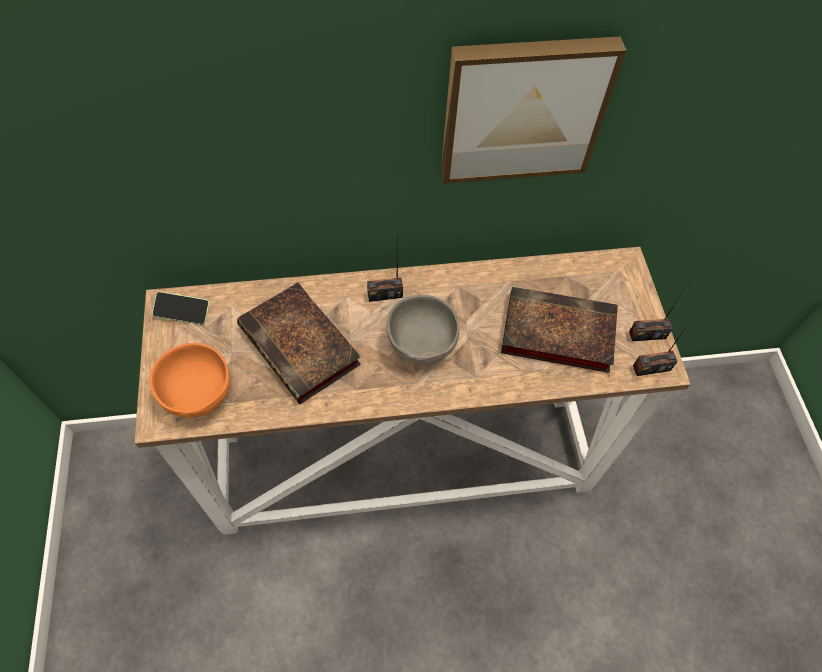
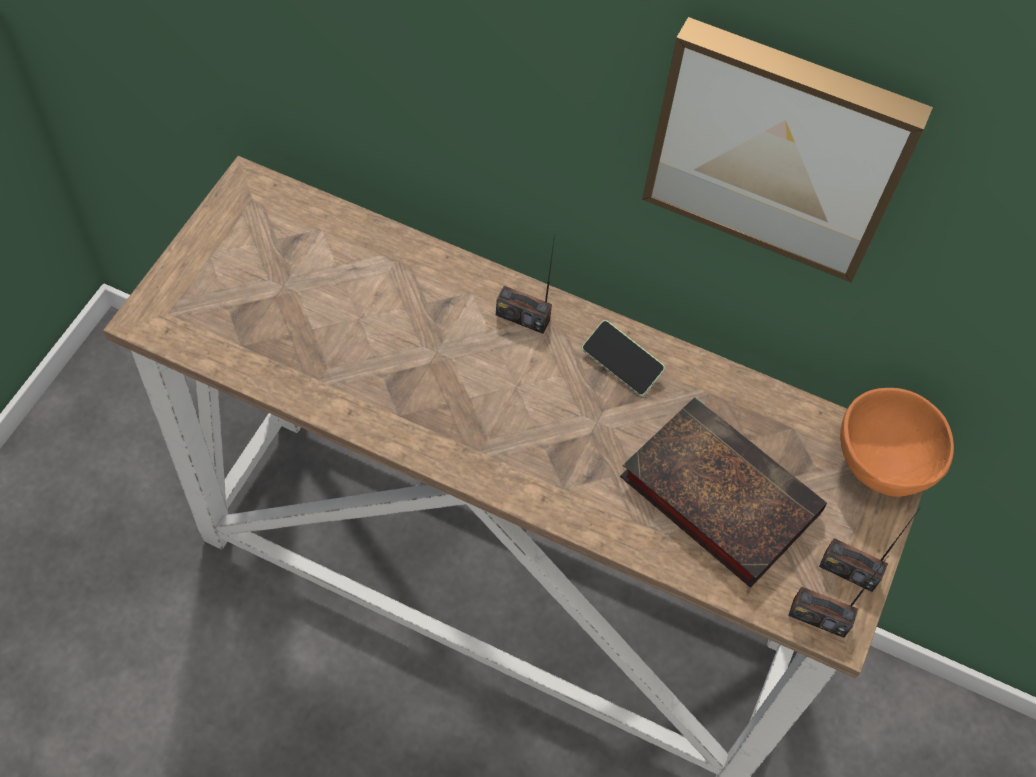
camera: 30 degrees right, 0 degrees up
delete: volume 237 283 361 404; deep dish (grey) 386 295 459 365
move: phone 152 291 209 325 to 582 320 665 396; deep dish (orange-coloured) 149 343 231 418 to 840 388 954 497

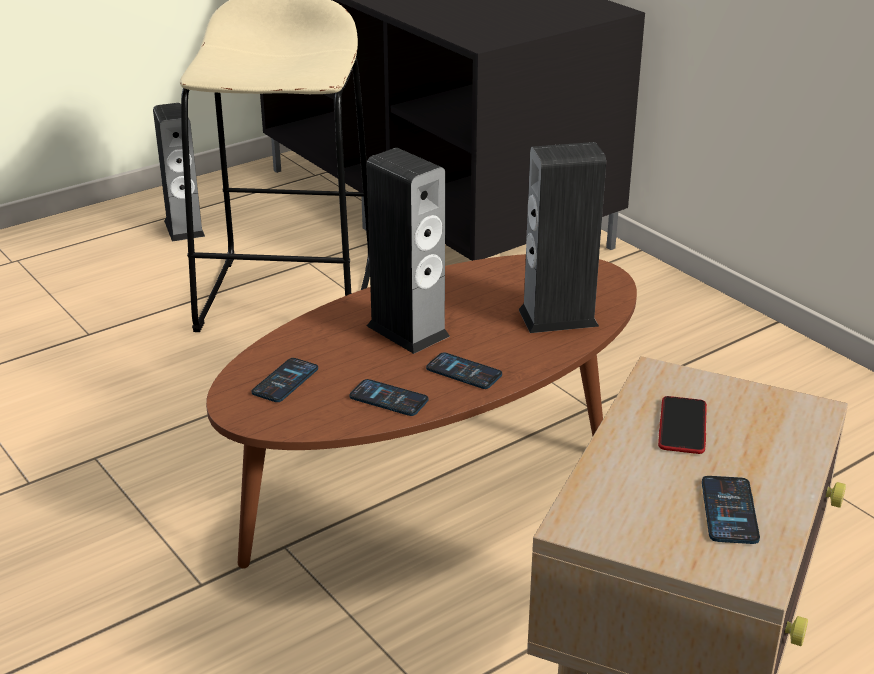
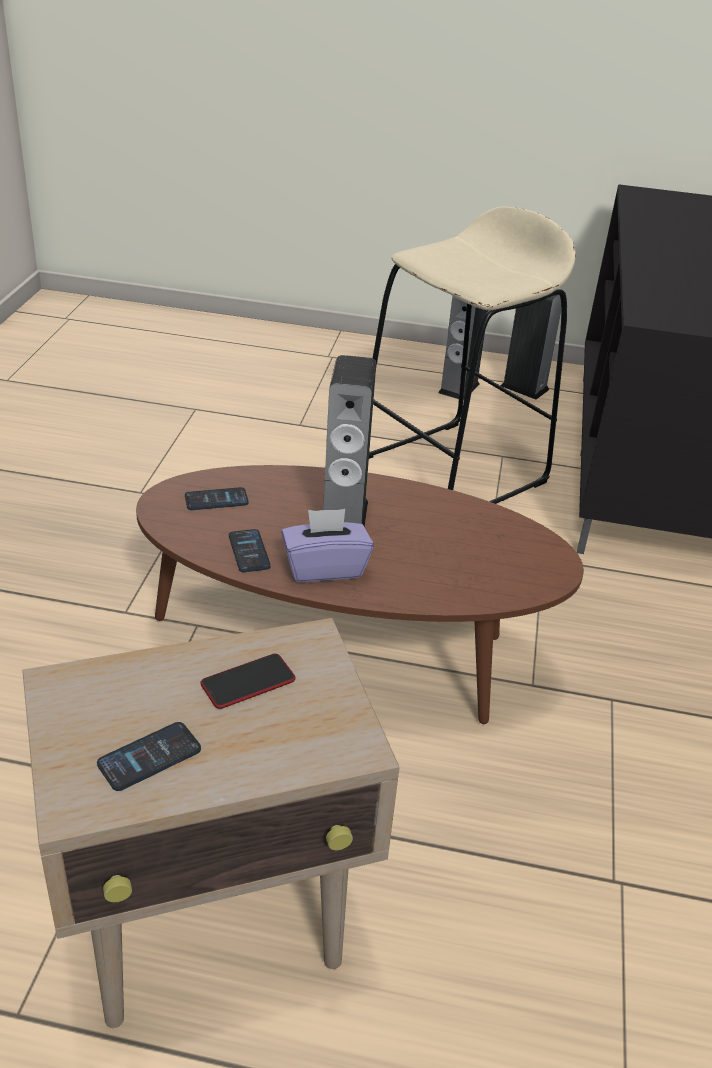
camera: 45 degrees right, 5 degrees up
move: loudspeaker 518 142 606 333 to 501 295 561 400
replace: phone 426 353 502 389 to tissue holder (purple-coloured) 281 509 374 582

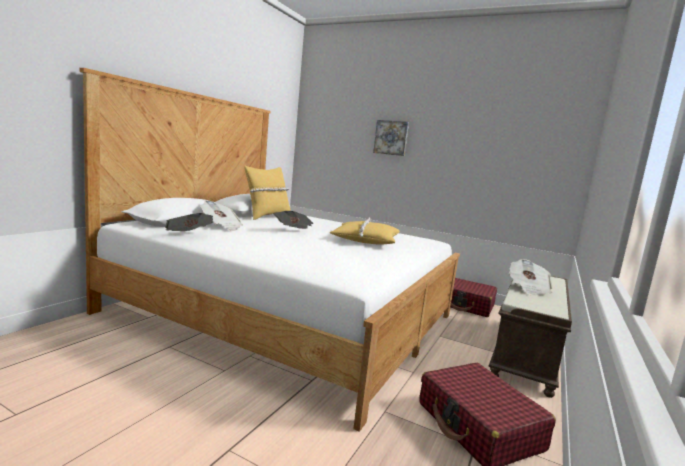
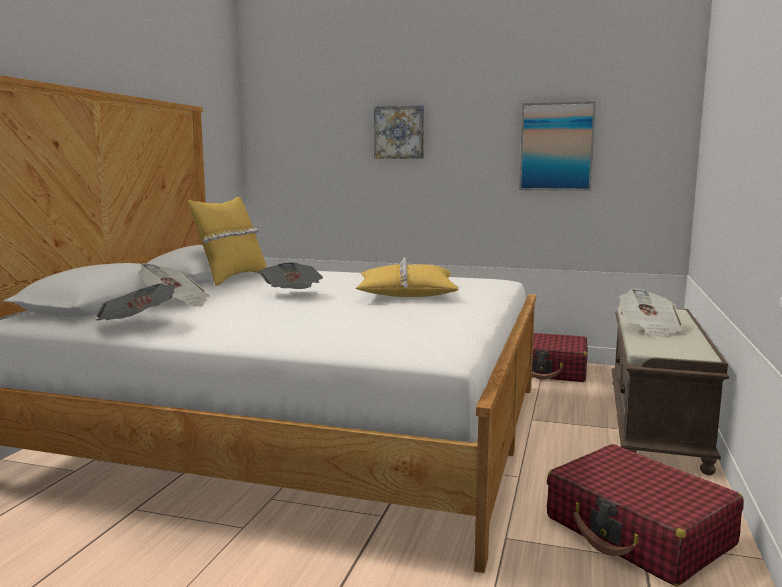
camera: 10 degrees left, 0 degrees up
insert: wall art 519 101 596 191

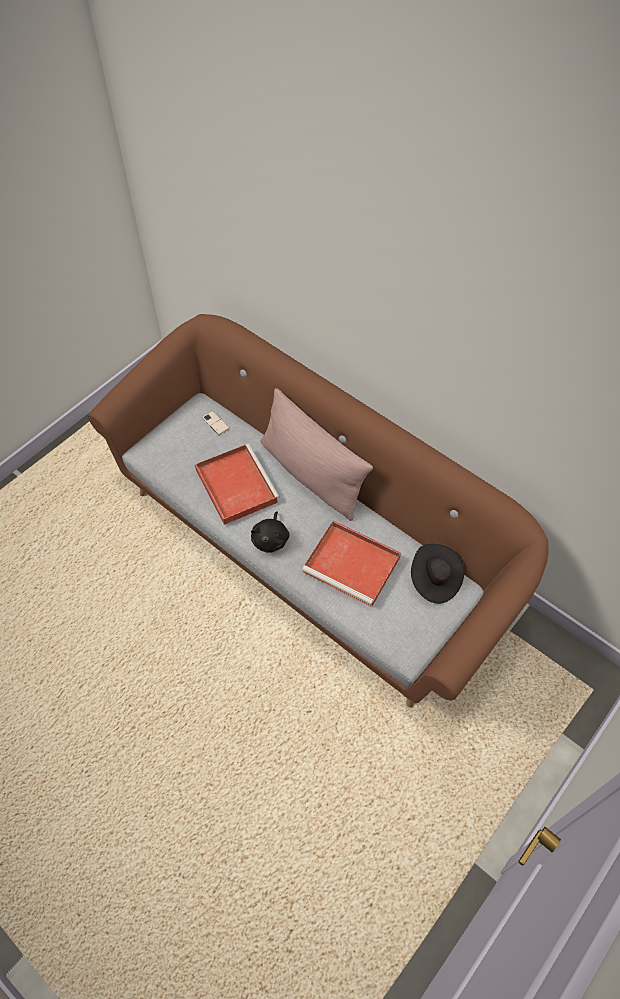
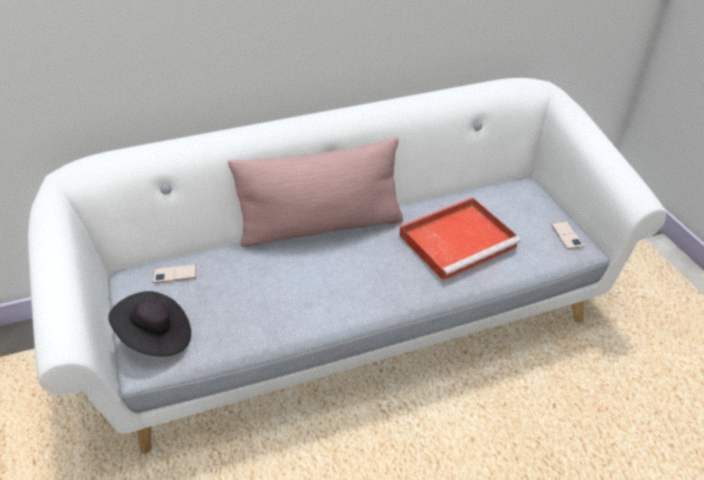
camera: 60 degrees left, 15 degrees down
delete: tray (reddish) 195 444 280 525; plush toy (black-coloured) 251 511 290 553
insert: phone 551 221 584 249
move: wearable hat (black-coloured) 411 544 464 604 to 108 291 191 356
recolor: settee (brown-coloured) 88 314 549 708 to settee (white) 28 78 666 454

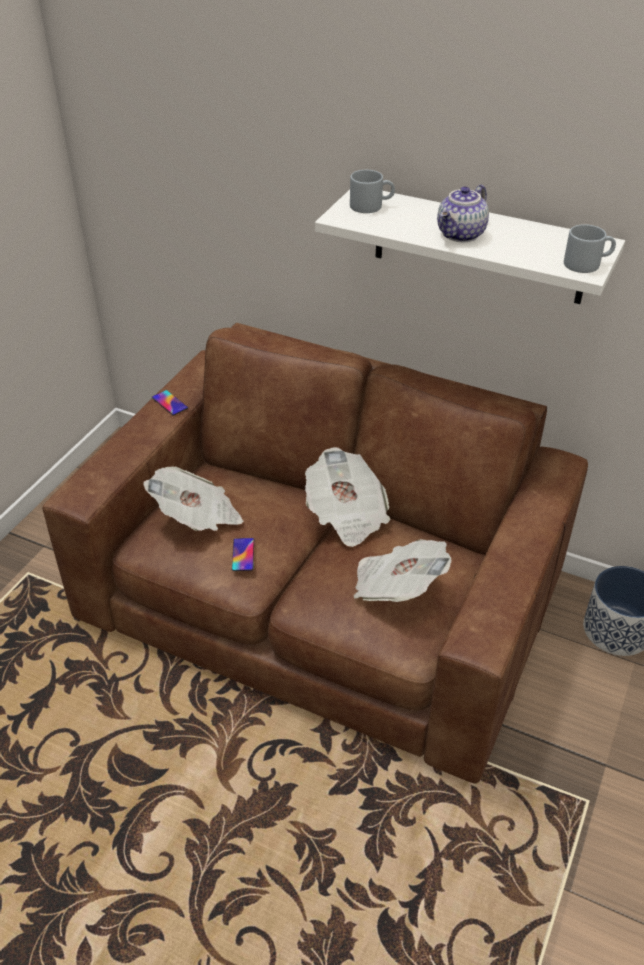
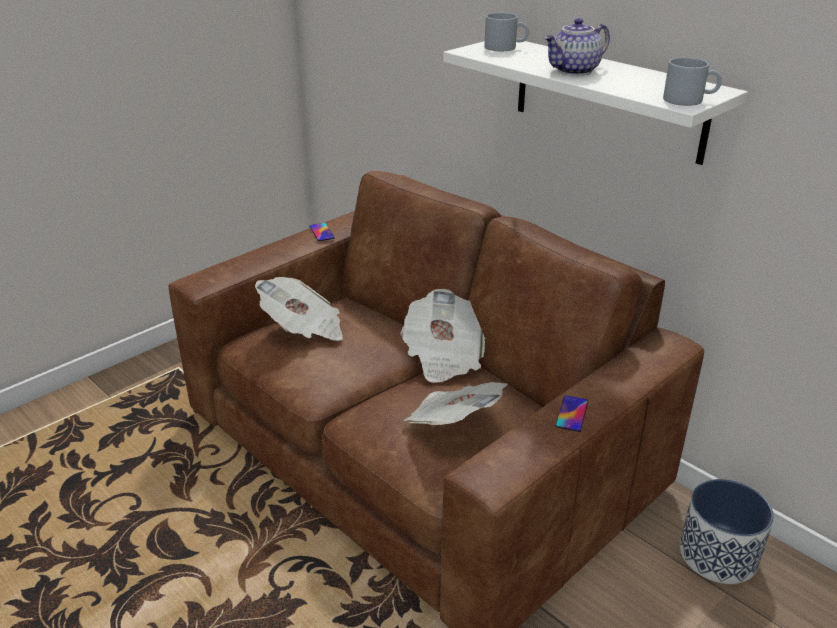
camera: 20 degrees right, 10 degrees down
move: phone 232 538 254 571 to 556 395 588 432

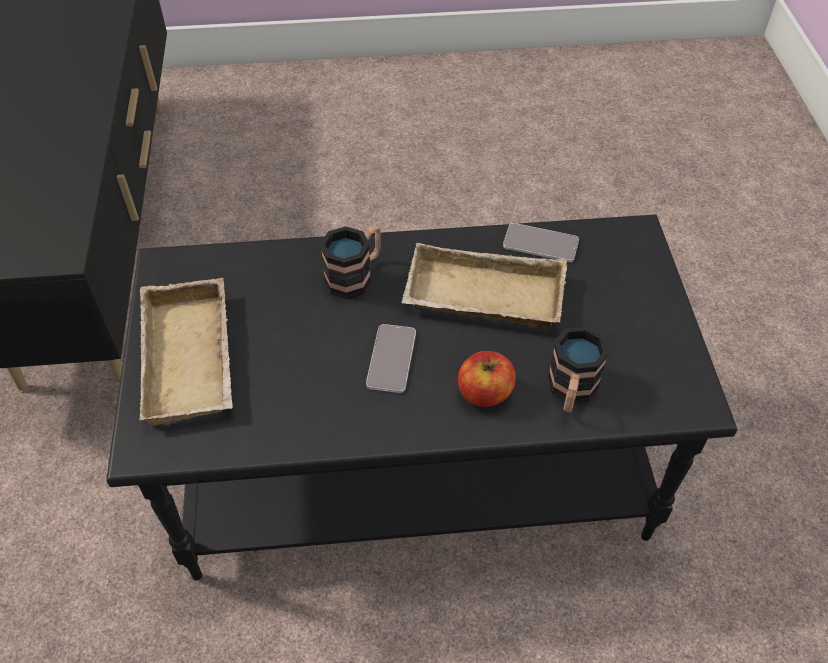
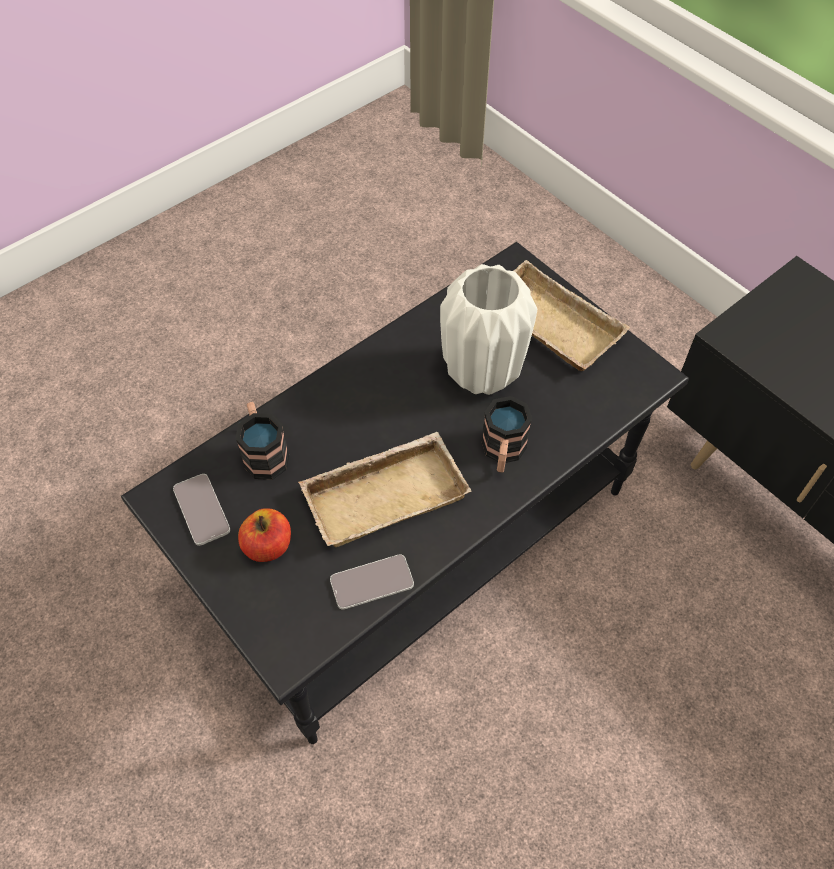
camera: 145 degrees right, 5 degrees up
insert: vase (white) 440 264 537 395
move: phone 366 324 416 393 to 173 474 230 546; whole apple 458 351 516 407 to 238 508 291 562

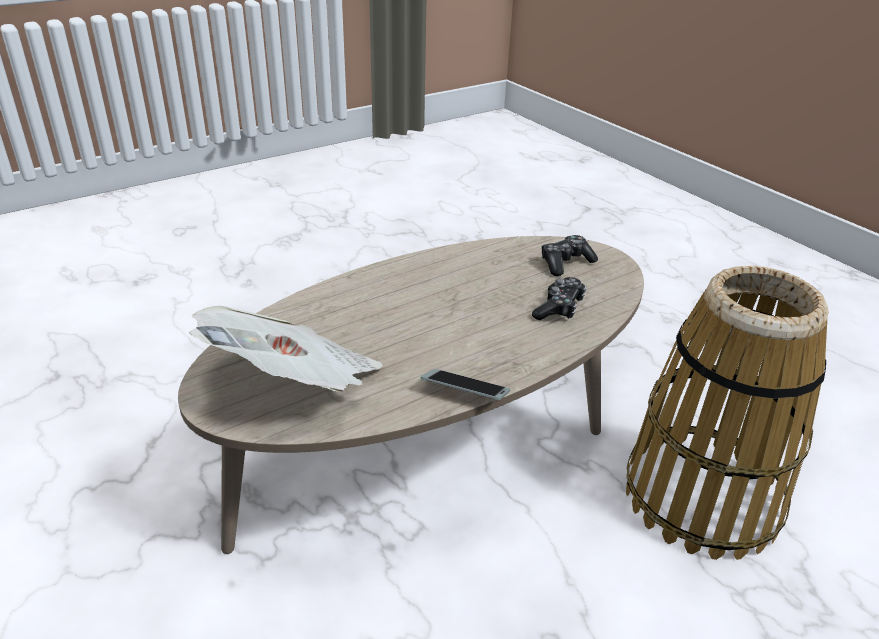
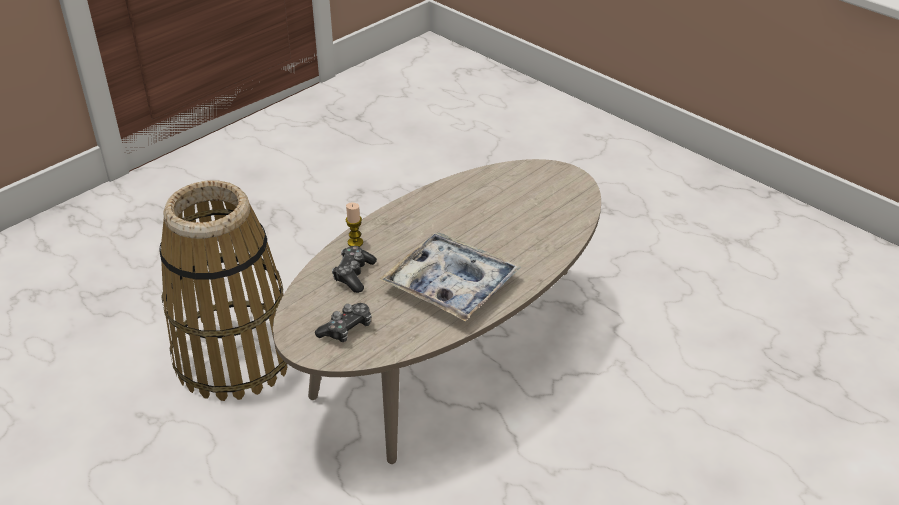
camera: 170 degrees right, 5 degrees up
delete: printed paper 189 306 383 392; phone 421 369 510 400
insert: wax light 346 202 363 247; tray 379 232 521 322

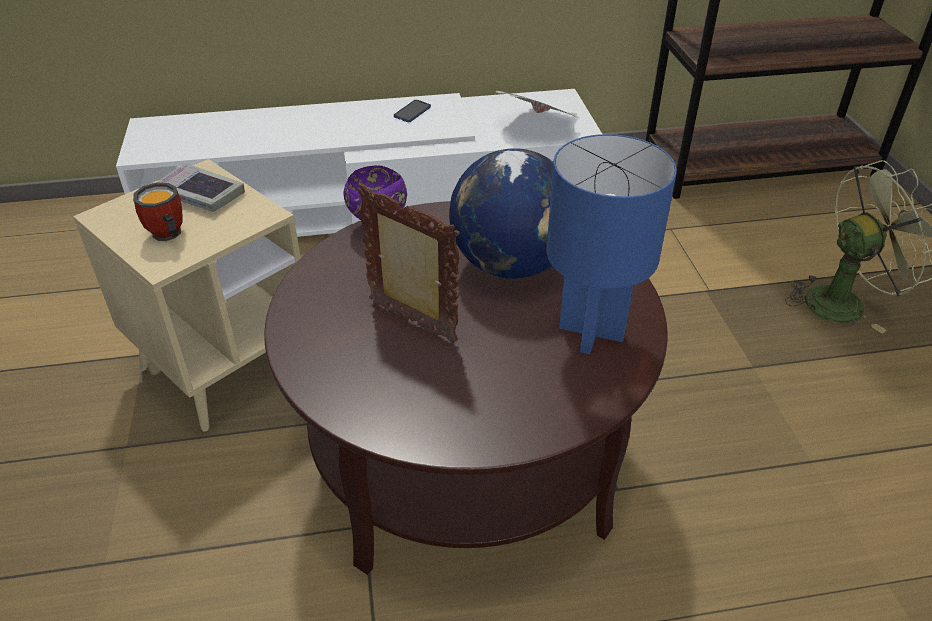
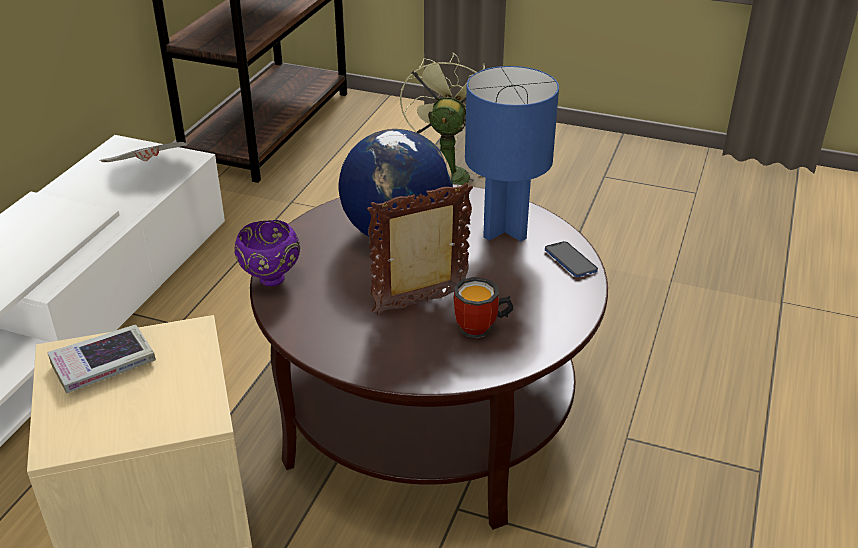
camera: 60 degrees left, 5 degrees down
move: phone 394 100 431 122 to 545 241 598 277; mug 133 183 182 241 to 454 277 514 338

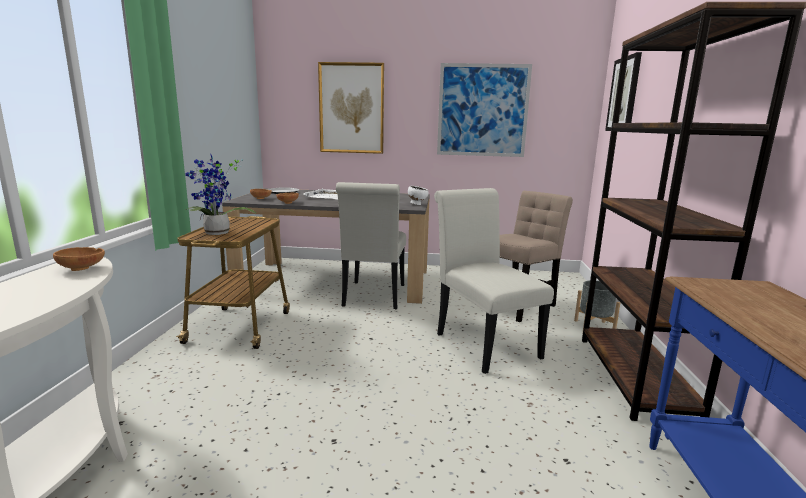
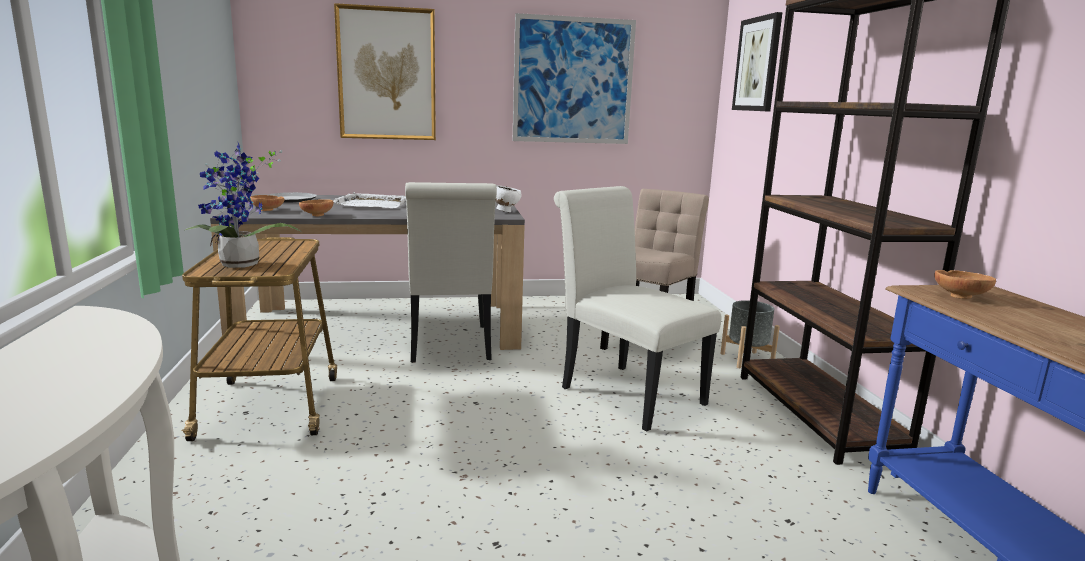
camera: 15 degrees left, 0 degrees up
move: deep dish (brown-coloured) 53 247 105 271 to 934 270 996 299

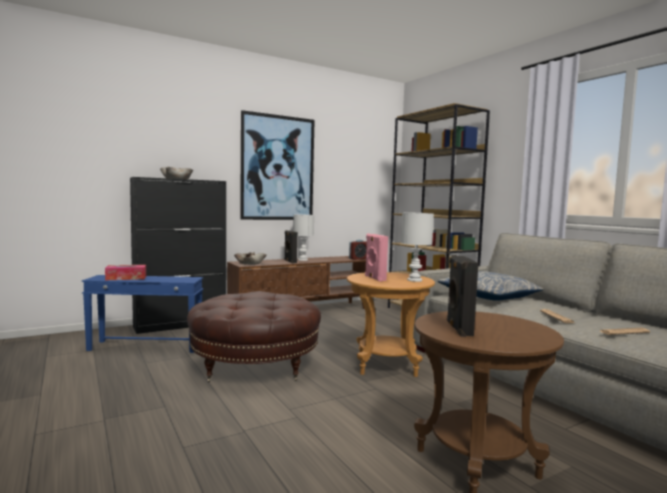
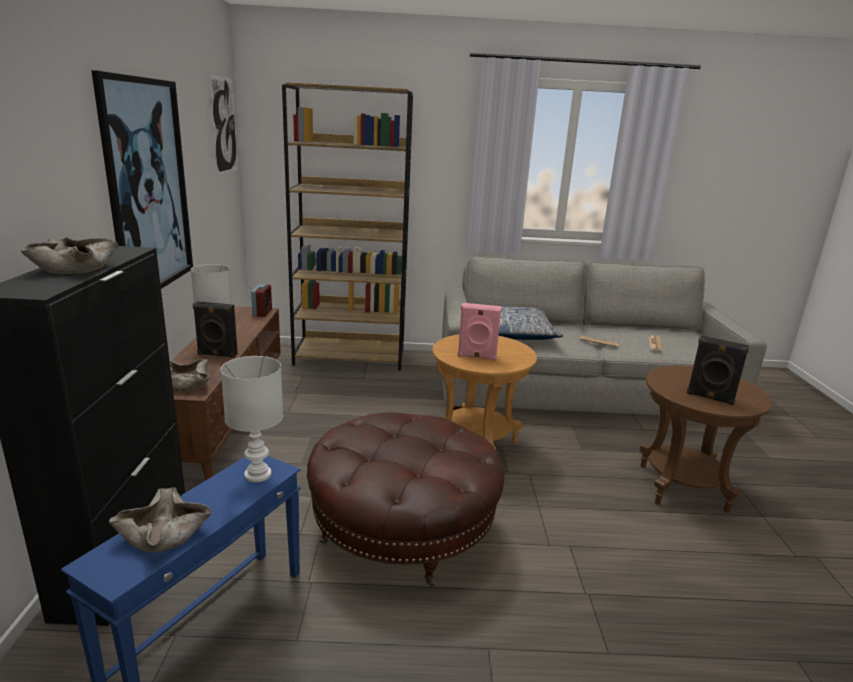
camera: 60 degrees left, 15 degrees up
insert: wall art 209 75 238 175
move: table lamp (white) 401 212 434 282 to 221 356 283 482
replace: tissue holder 105 265 146 280 to deep dish (sand-coloured) 109 488 211 552

